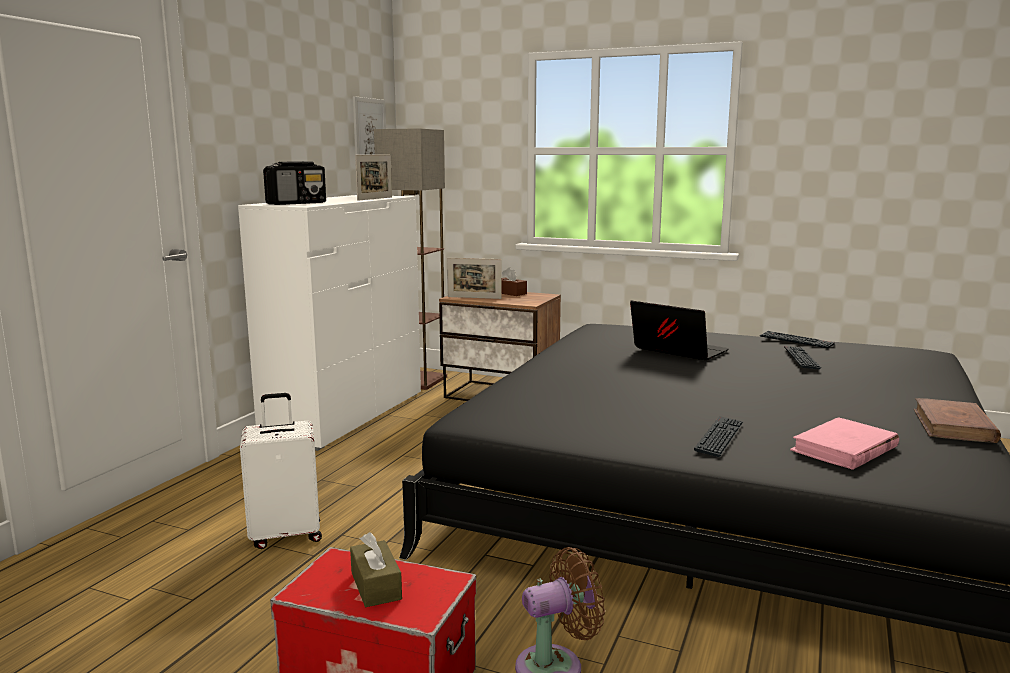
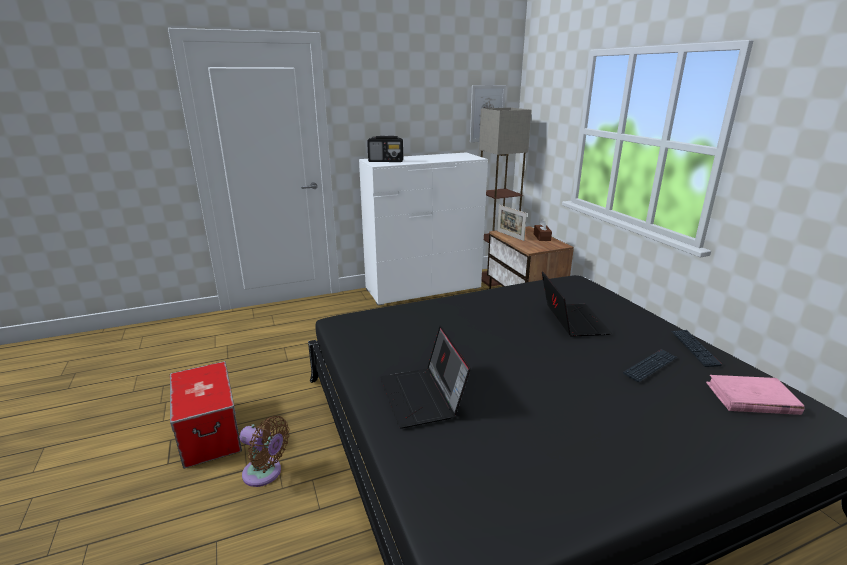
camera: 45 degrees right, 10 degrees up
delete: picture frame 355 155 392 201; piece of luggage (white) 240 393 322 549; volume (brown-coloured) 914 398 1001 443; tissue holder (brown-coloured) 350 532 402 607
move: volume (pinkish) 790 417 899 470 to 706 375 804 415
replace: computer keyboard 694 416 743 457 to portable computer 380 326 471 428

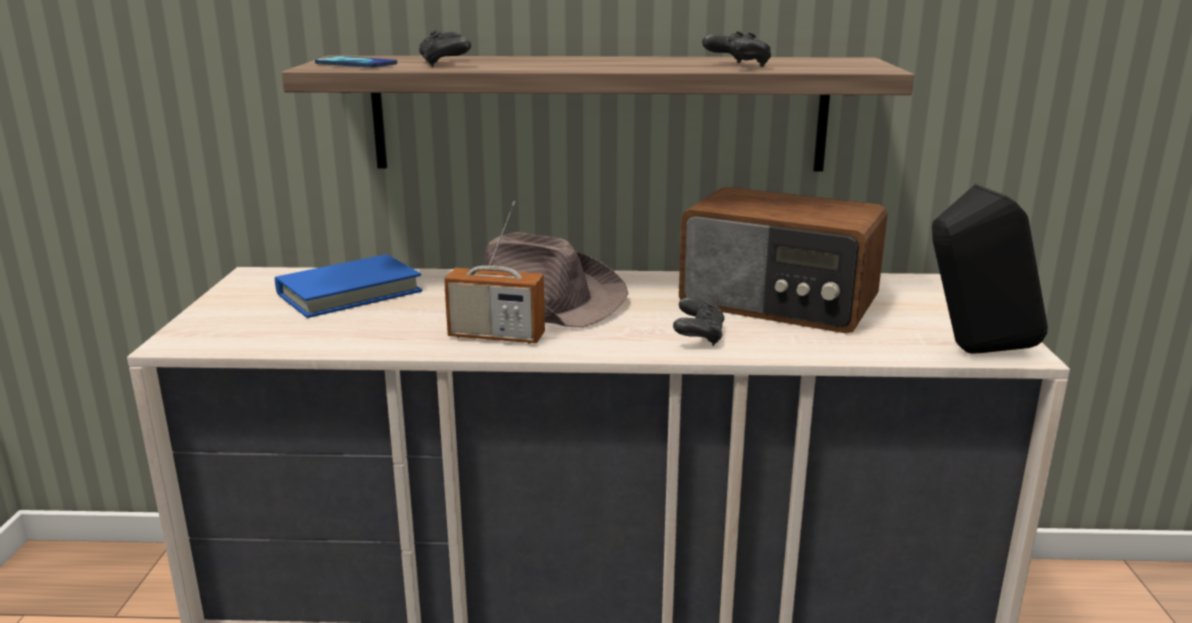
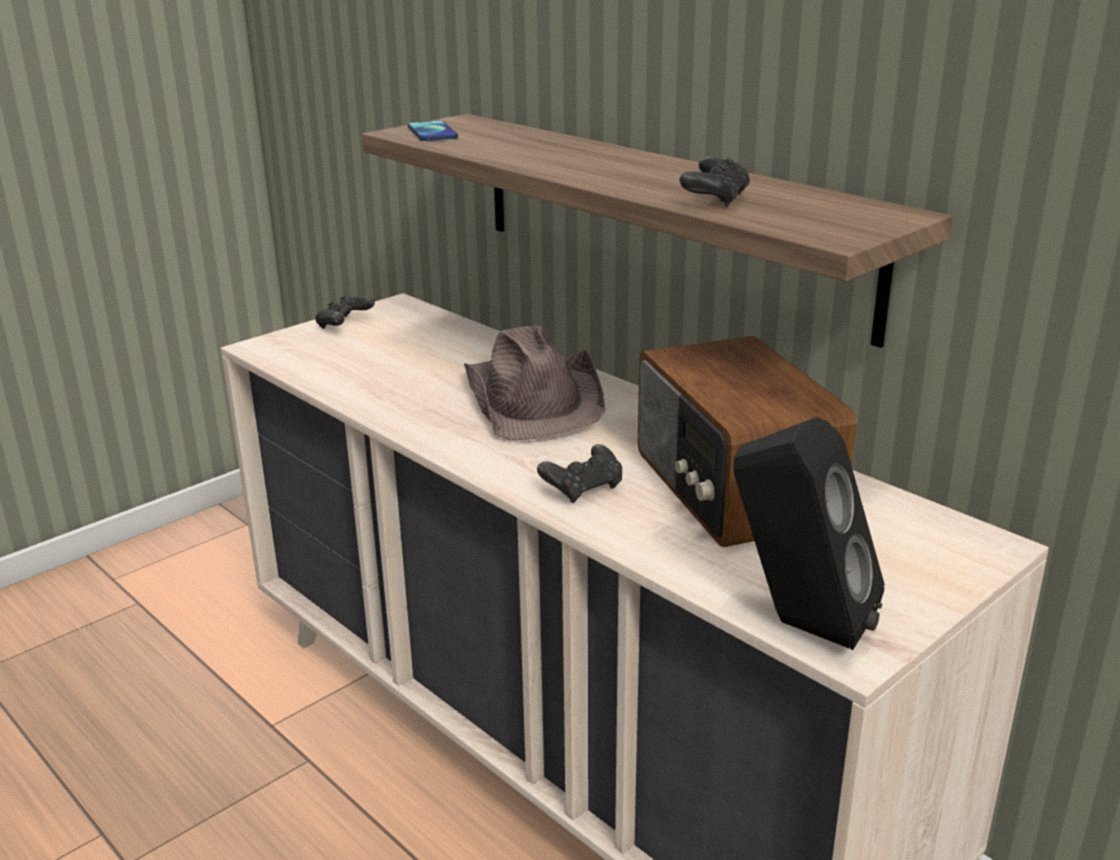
camera: 45 degrees right, 5 degrees up
delete: radio receiver 444 201 545 344; volume (blue) 275 254 422 318
move: game controller (black-coloured) 419 29 471 67 to 316 295 375 329

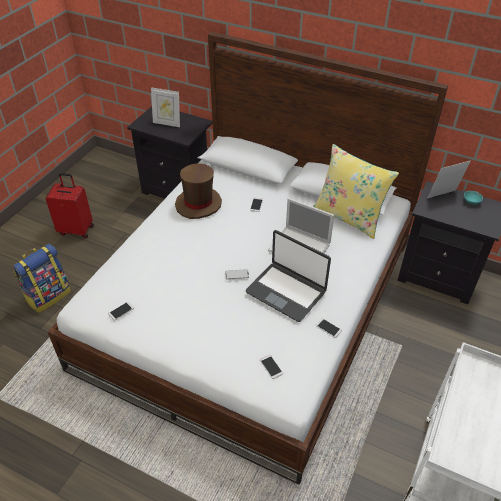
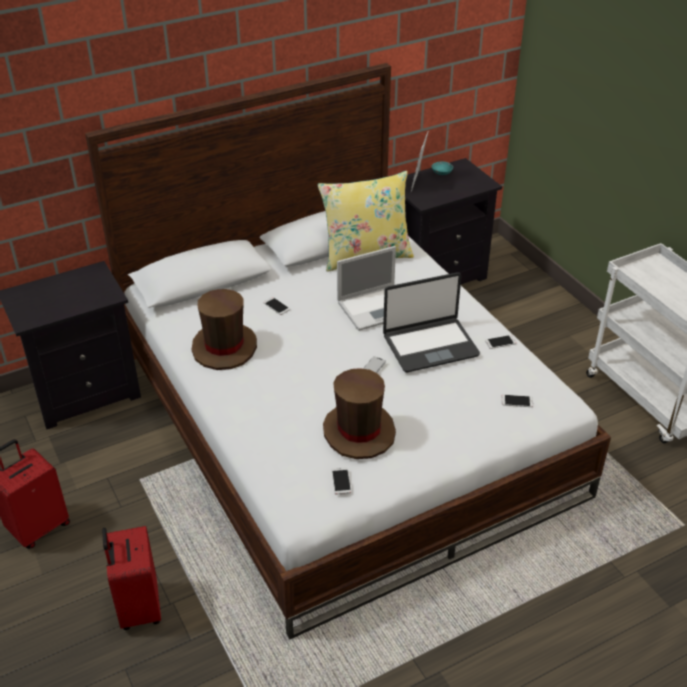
camera: 55 degrees left, 5 degrees down
delete: picture frame 151 87 180 127
insert: wearable hat (brown-coloured) 323 368 396 459
replace: rucksack 13 244 71 313 to piece of luggage (reddish) 102 526 161 630

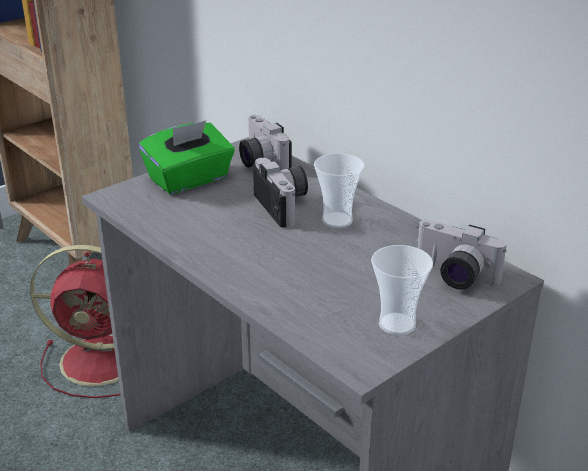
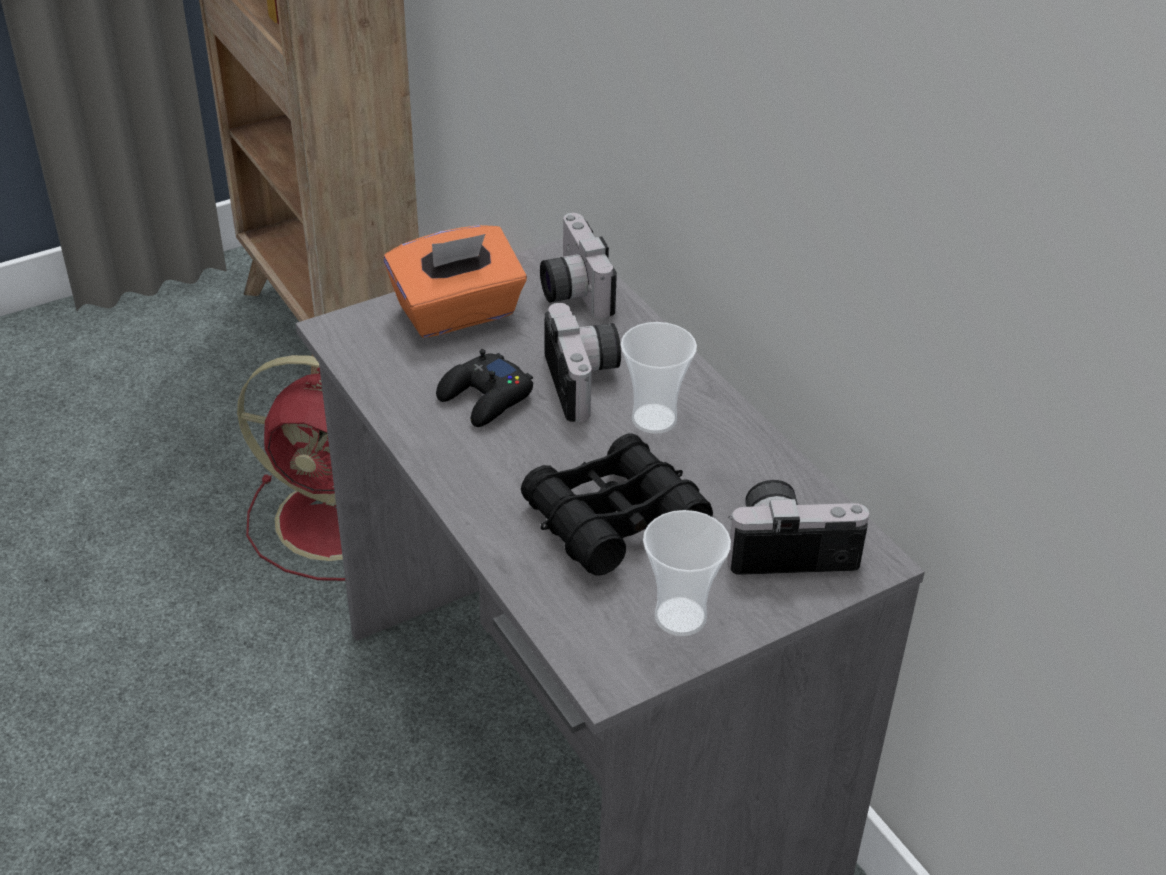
camera: 10 degrees right, 10 degrees up
insert: game controller (black-coloured) 436 349 533 427; field glasses (black-coloured) 521 433 713 576
recolor: tissue holder (green-coloured) 139 121 235 194 to tissue holder (orange-coloured) 384 225 527 338
rotate: photo camera 417 220 507 290 = 727 480 869 575 135 degrees clockwise

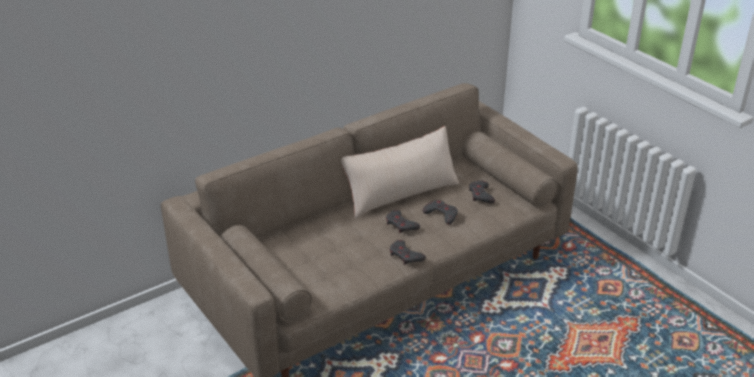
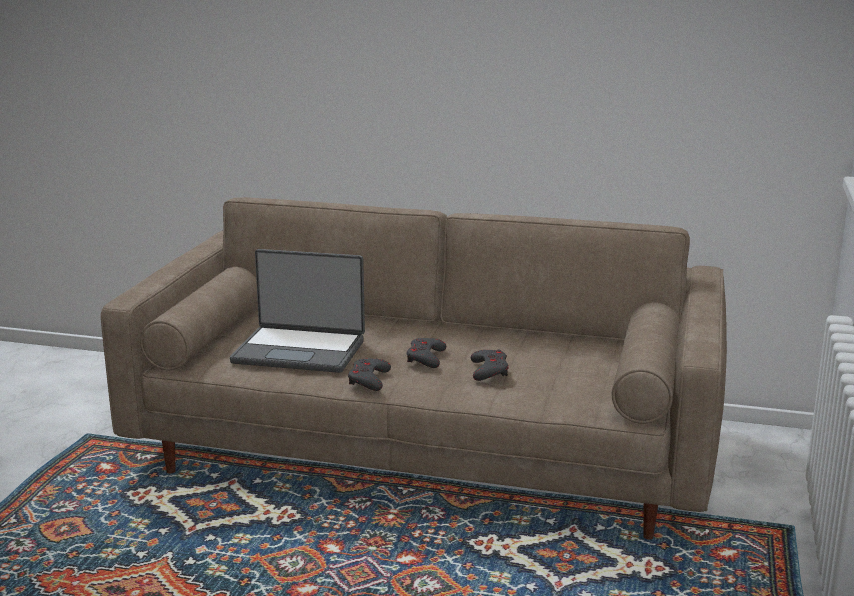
camera: 50 degrees right, 15 degrees down
delete: throw pillow (sand-coloured) 341 126 459 218; game controller (grey) 469 181 495 204
insert: portable computer 230 249 365 373

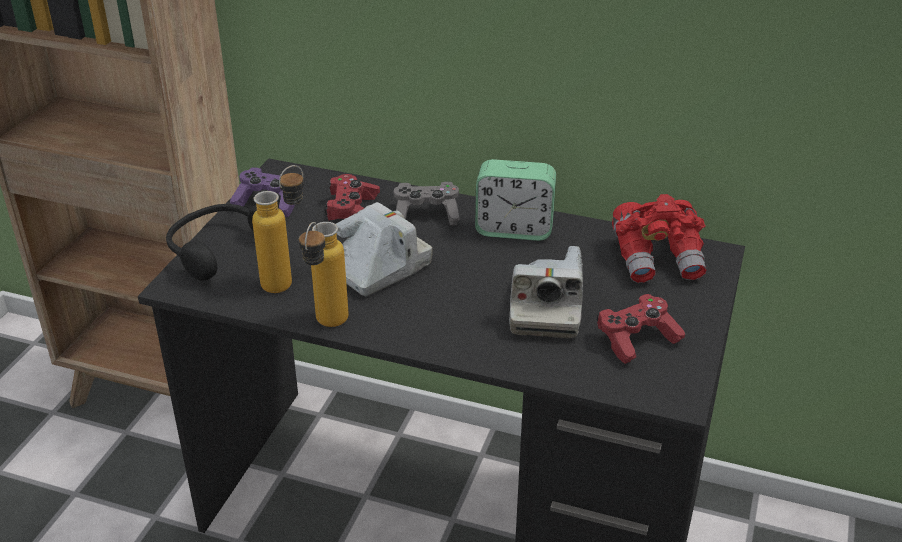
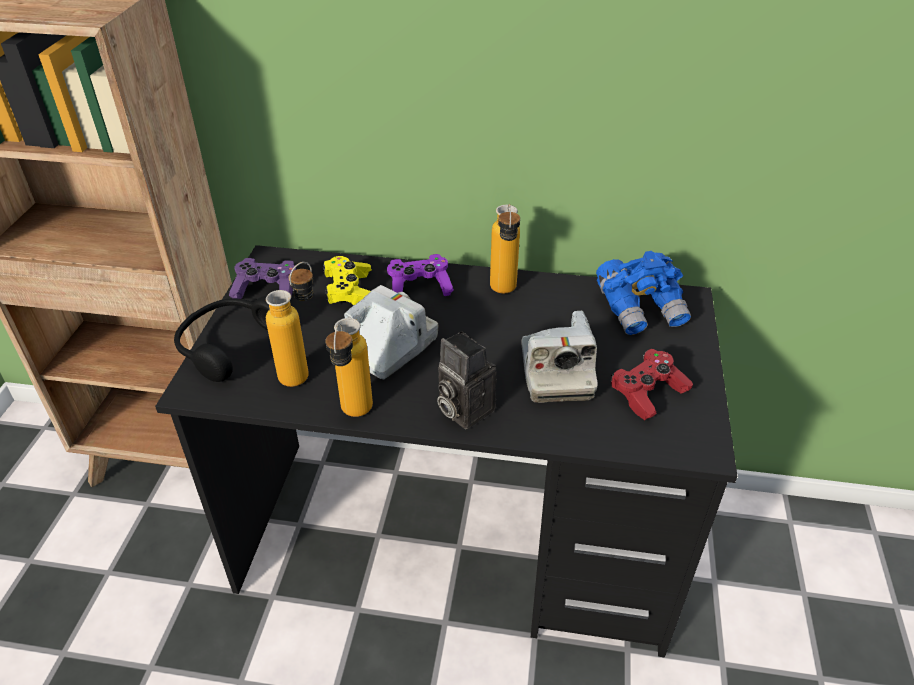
camera: 10 degrees left, 5 degrees up
insert: photo camera 437 331 497 429
replace: bedside clock 475 159 556 241 to beverage bottle 490 204 520 294
recolor: game controller (reddish) 325 174 380 220 to game controller (yellow-coloured) 322 256 372 305; game controller (grey) 393 182 460 226 to game controller (purple-coloured) 387 254 454 296; field glasses (reddish) 612 194 706 283 to field glasses (blue) 596 251 691 335

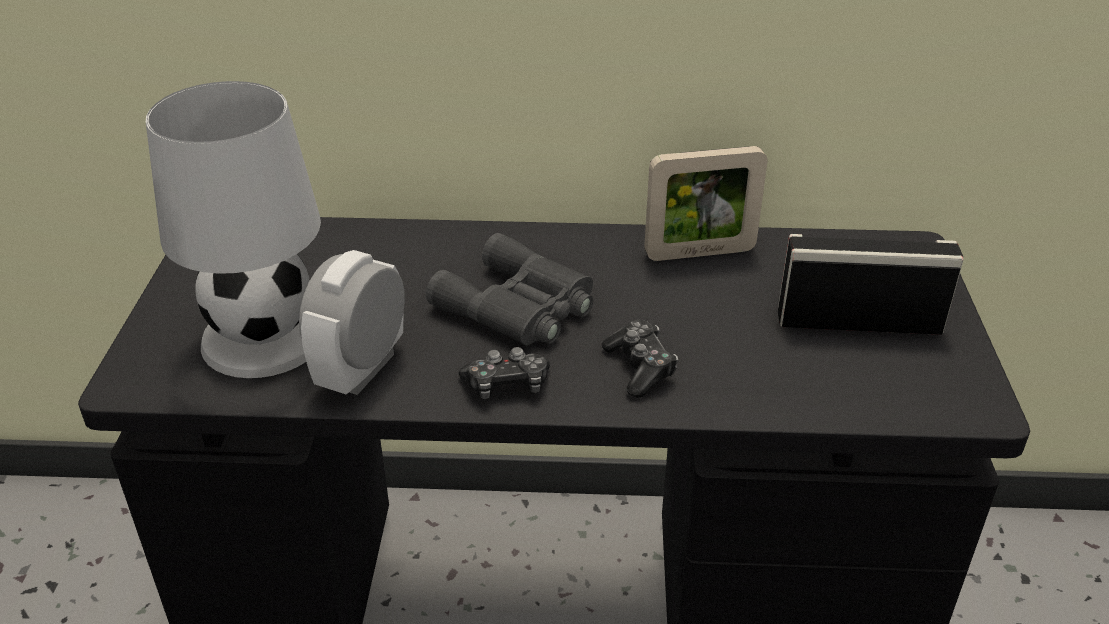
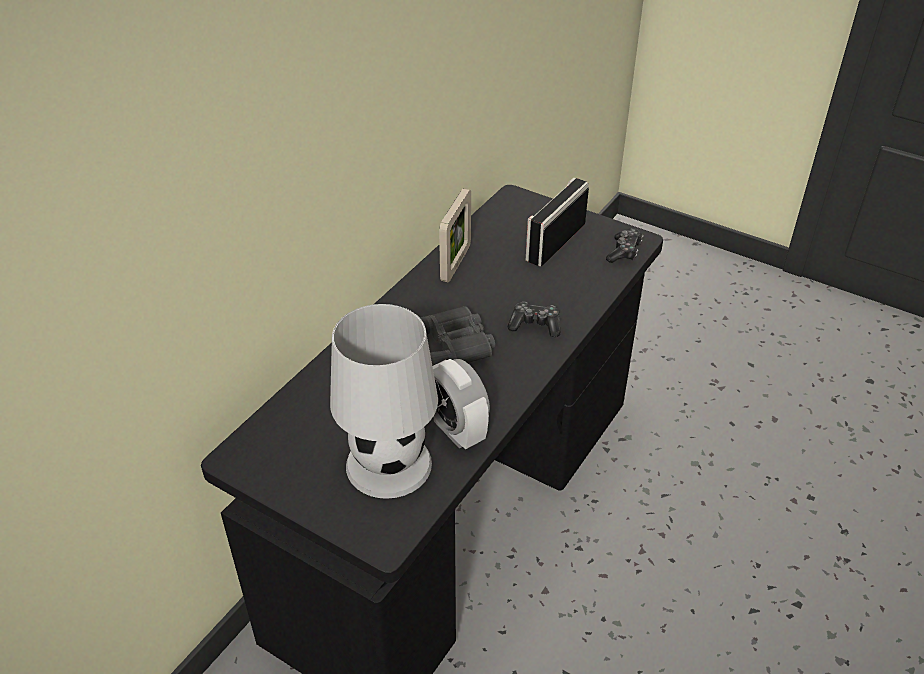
camera: 60 degrees left, 5 degrees up
move: game controller 459 347 550 399 to 606 228 643 263

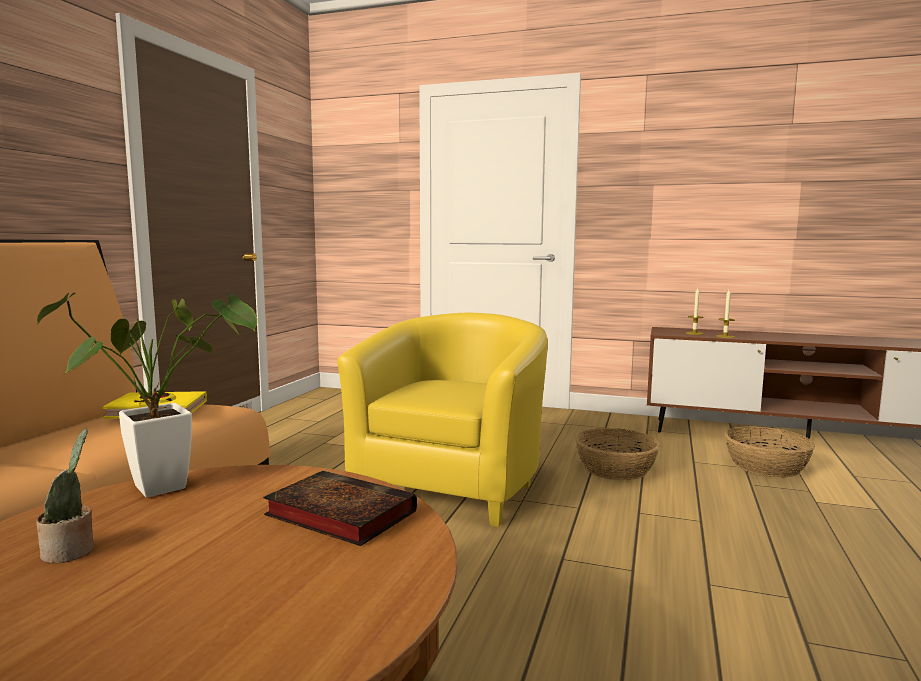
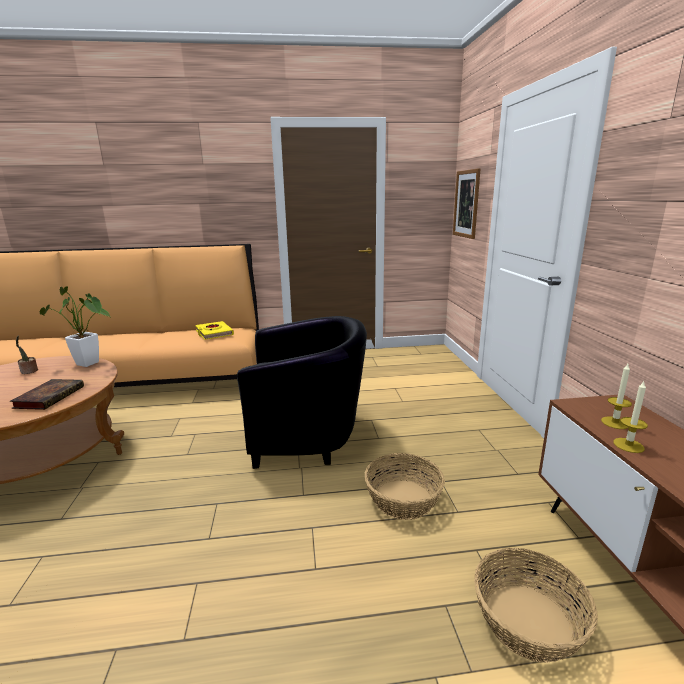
camera: 65 degrees right, 10 degrees up
insert: wall art 453 168 481 239
recolor: lounge chair (yellow-coloured) 337 313 548 527 to lounge chair (black-coloured) 237 316 367 469

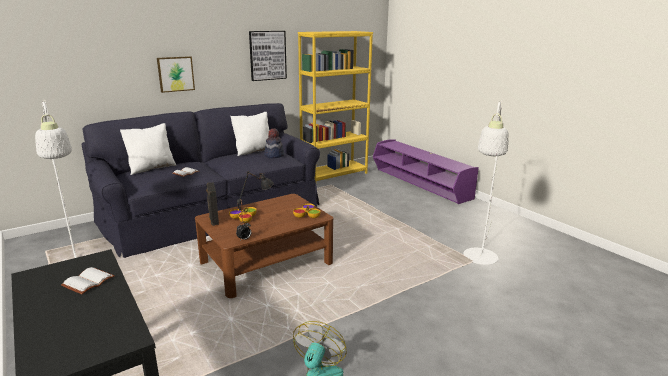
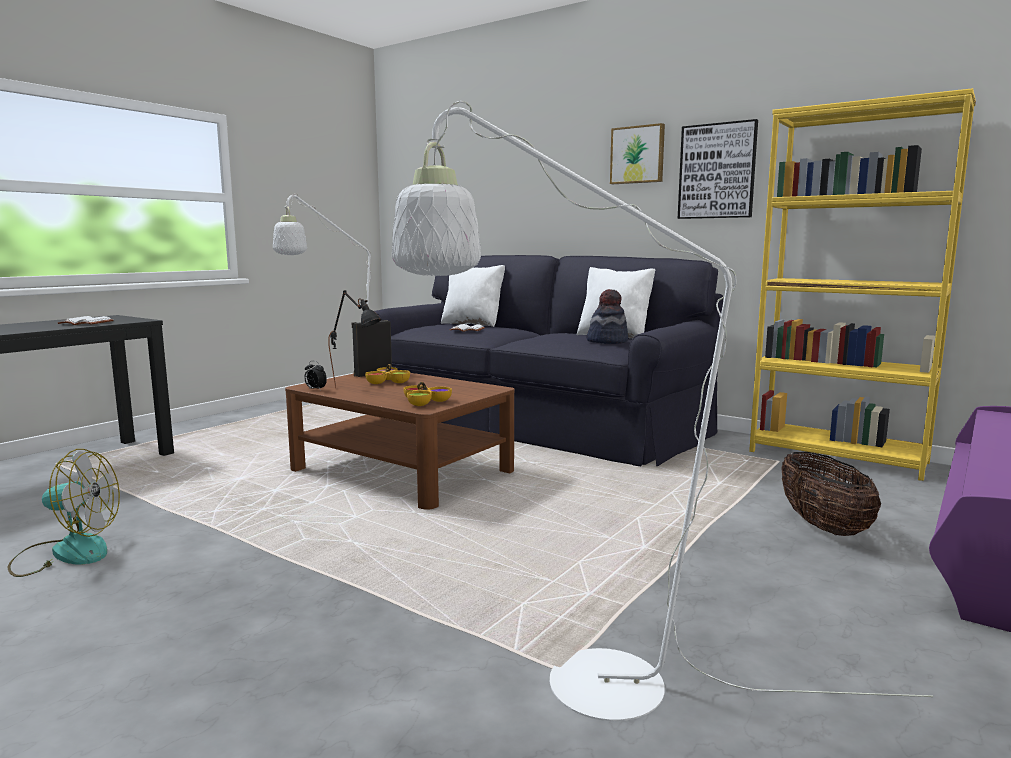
camera: 70 degrees right, 10 degrees down
insert: storage basket 781 452 881 536
move: wall art 157 56 195 93 to 610 123 665 184

